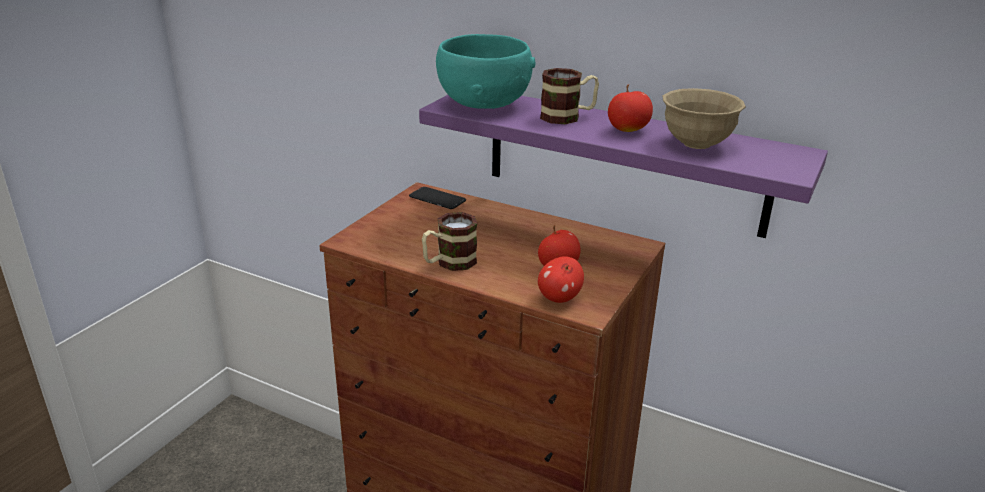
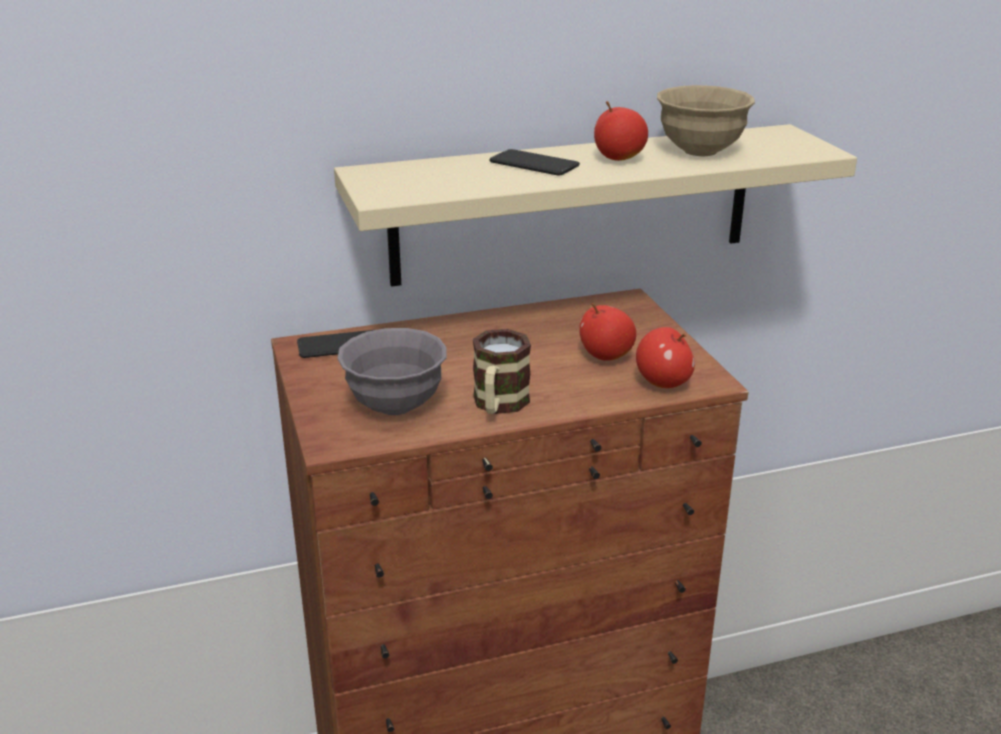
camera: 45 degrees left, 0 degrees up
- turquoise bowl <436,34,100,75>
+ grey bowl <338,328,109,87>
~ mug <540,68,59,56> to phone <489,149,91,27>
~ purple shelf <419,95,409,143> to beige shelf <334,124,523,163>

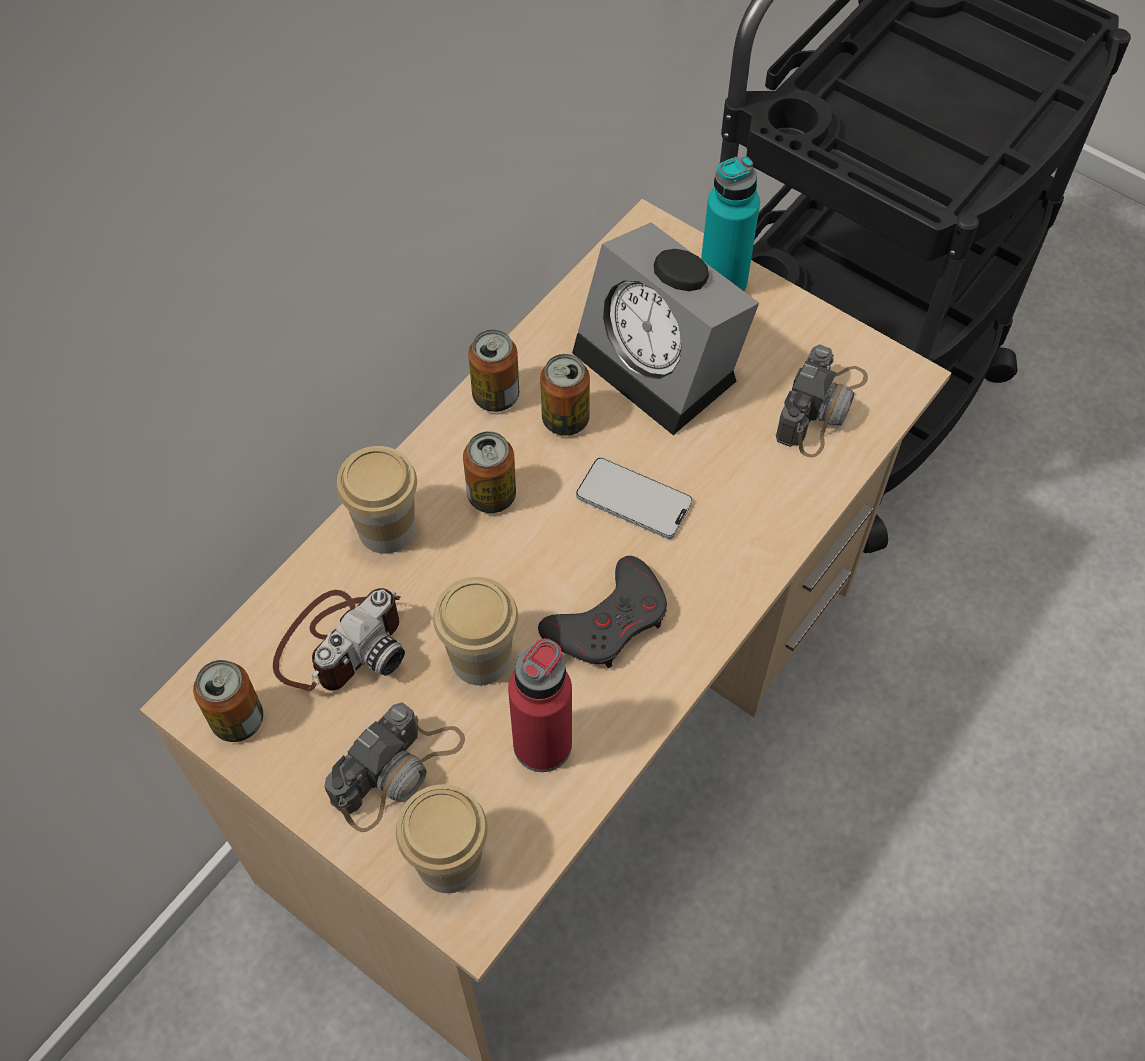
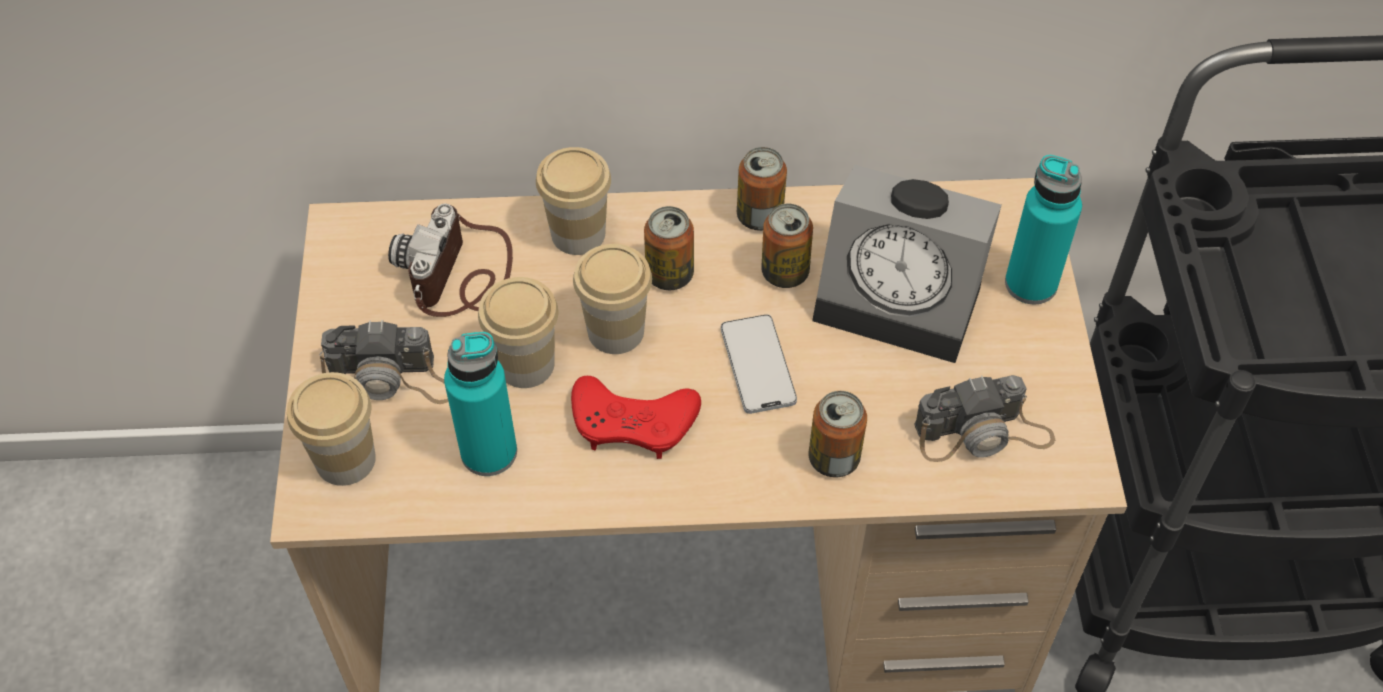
camera: 50 degrees right, 5 degrees down
+ cup <573,244,79,110>
~ can <193,660,70,82> to <808,391,59,87>
~ red bottle <508,638,64,134> to turquoise bottle <444,332,73,144>
~ grey game controller <538,556,129,112> to red game controller <571,376,130,83>
~ photo camera <273,588,132,103> = <388,203,125,114> 105 degrees clockwise
~ alarm clock <572,222,187,213> = <812,165,189,198> 75 degrees counterclockwise

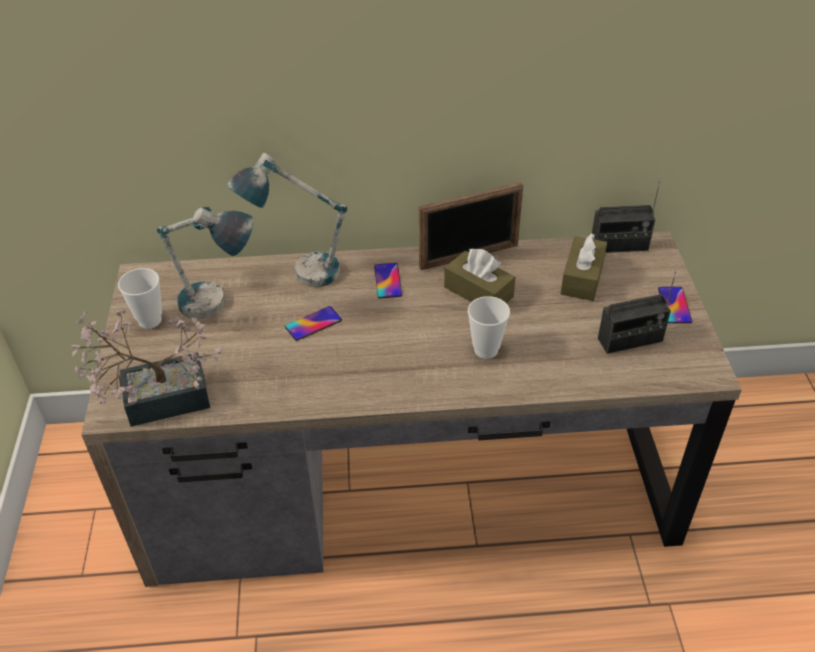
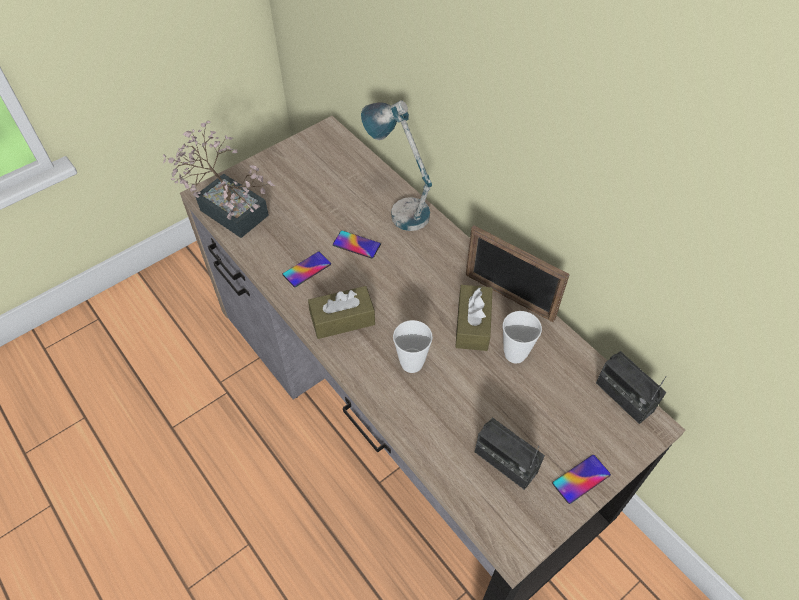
camera: 55 degrees right, 10 degrees up
- table lamp <157,207,97,112>
~ cup <118,268,44,61> to <503,311,39,53>
~ phone <374,263,28,35> to <283,252,48,35>
~ brown tissue box <561,233,46,68> to <308,286,67,53>

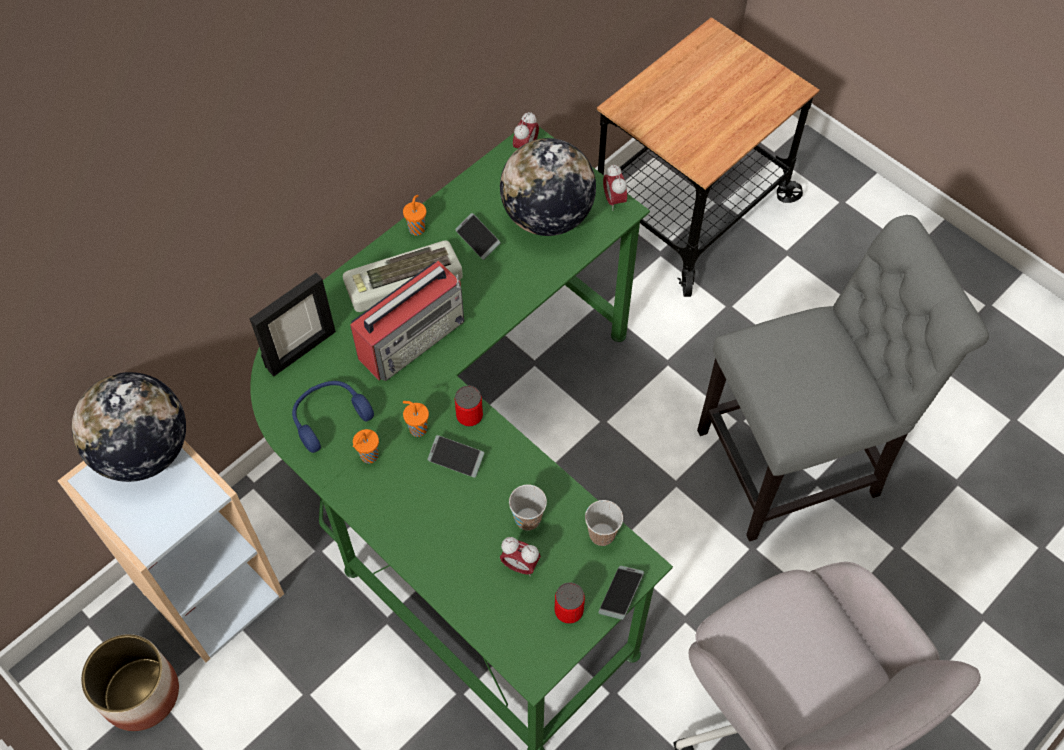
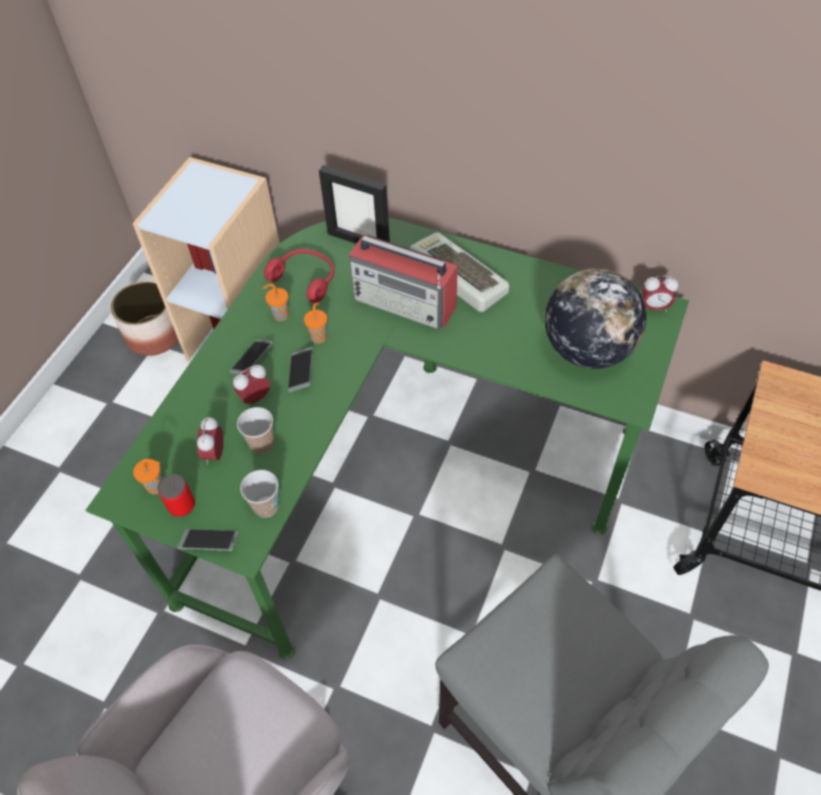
camera: 70 degrees right, 5 degrees down
- globe <72,372,114,110>
- can <454,385,29,42>
~ orange cup <403,195,23,41> to <133,459,29,35>
~ phone <455,213,46,47> to <229,339,44,35>
~ alarm clock <603,164,24,47> to <233,365,37,39>
~ blue headphones <292,381,82,72> to red headphones <264,249,70,54>

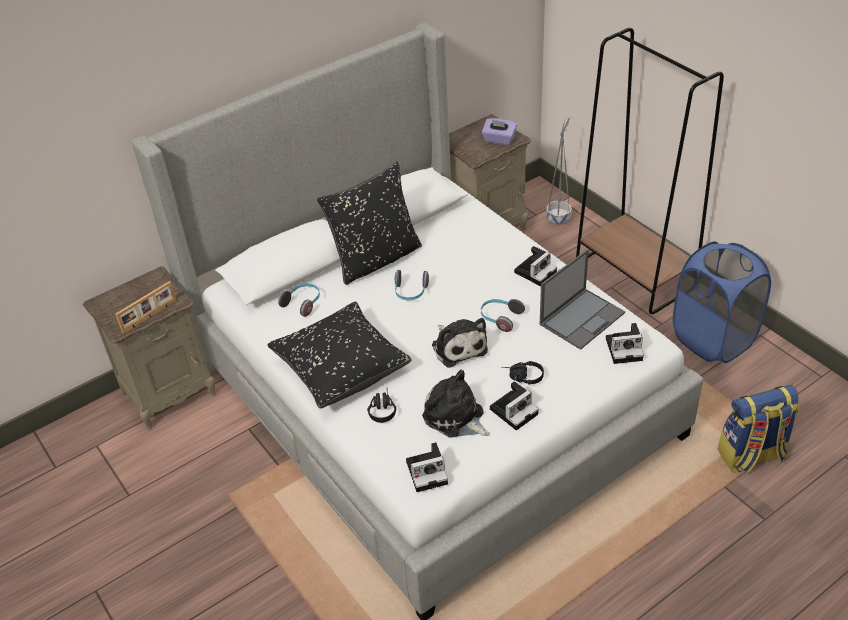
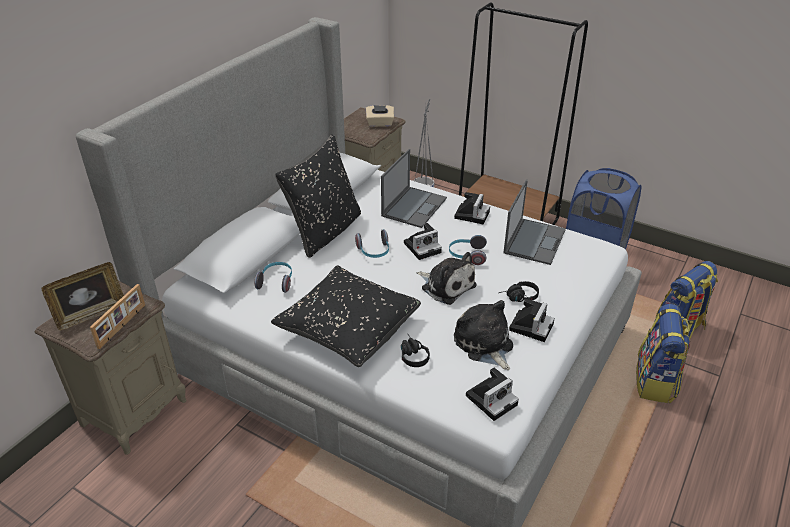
camera: 25 degrees left, 5 degrees down
+ picture frame <42,262,82,69>
+ laptop <381,149,66,79>
+ backpack <636,304,54,99>
~ photo camera <606,323,38,41> to <404,223,38,37>
~ purple tissue box <482,118,35,27> to beige tissue box <366,105,28,22>
~ plush toy <422,370,68,68> = <454,300,59,70> 45 degrees clockwise

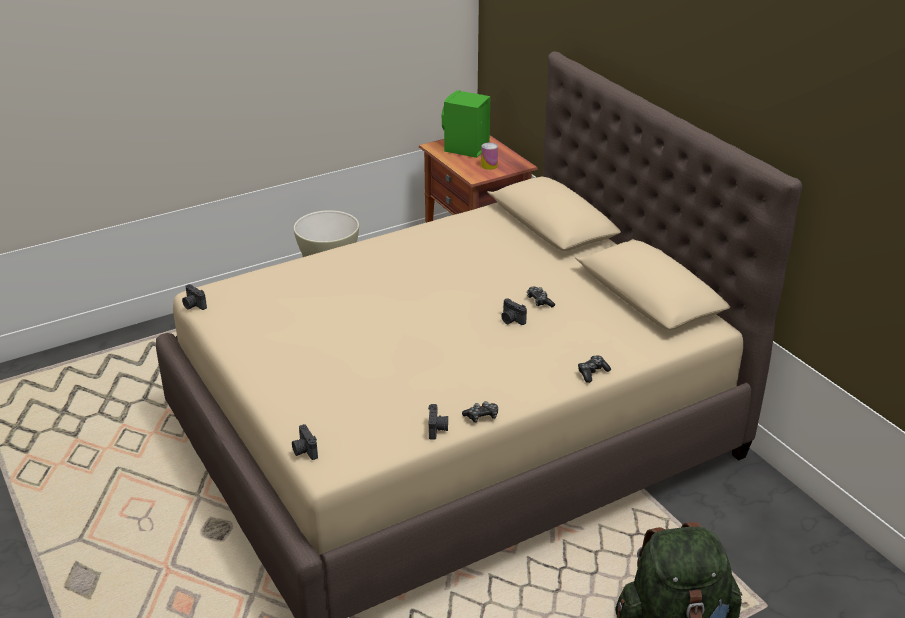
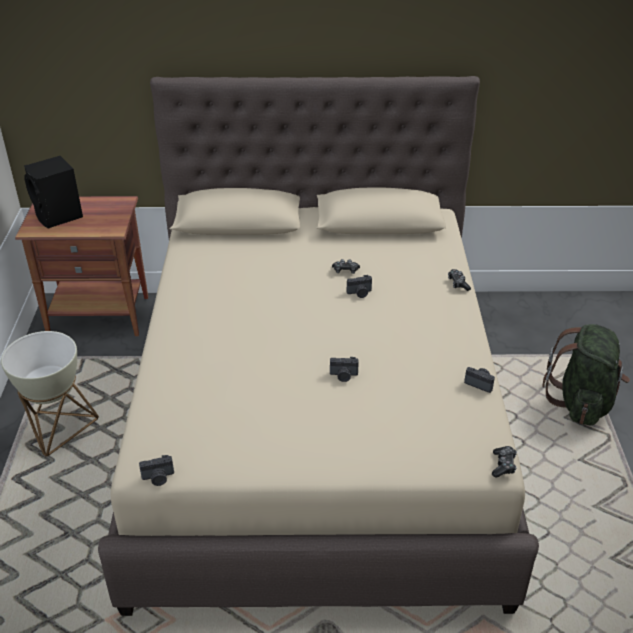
camera: 60 degrees left, 5 degrees up
- can <481,142,17,28>
~ photo camera <292,424,26,36> to <330,357,29,25>
~ game controller <462,401,36,22> to <492,446,25,31>
~ green speaker <442,90,48,68> to black speaker <24,156,59,73>

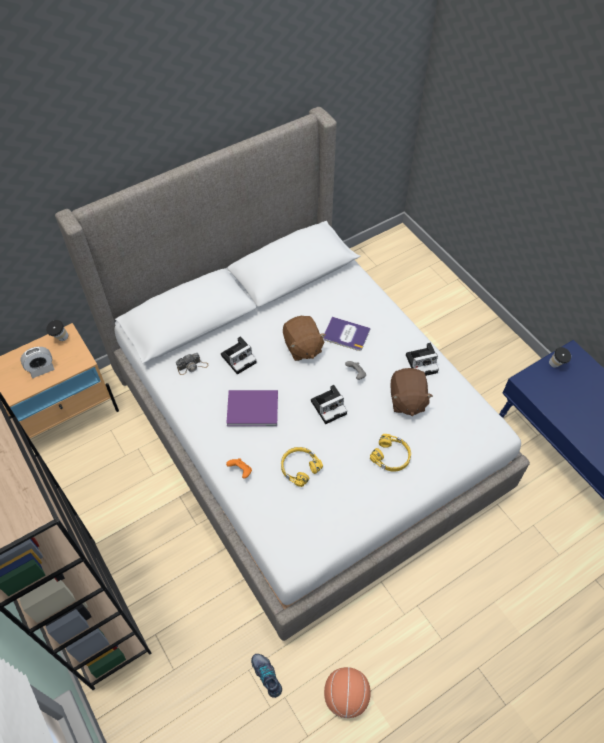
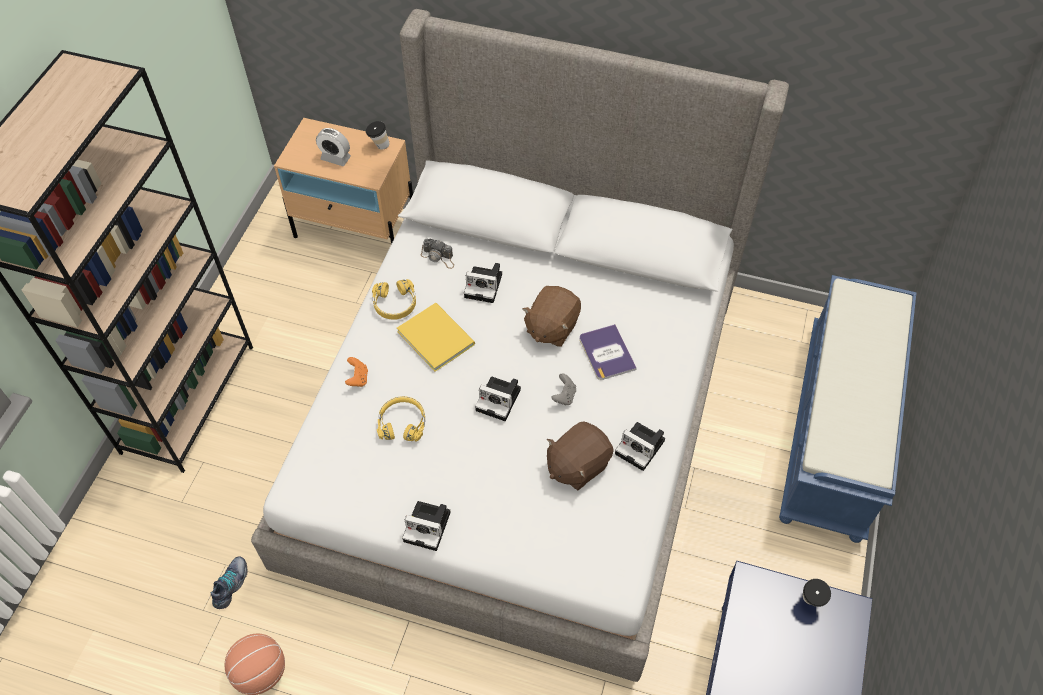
camera: 50 degrees right, 0 degrees up
+ photo camera <402,501,49,50>
+ blue bench <779,275,138,268>
~ yellow headphones <370,434,41,38> to <372,279,44,41>
~ purple book <226,390,52,36> to yellow book <397,303,78,69>

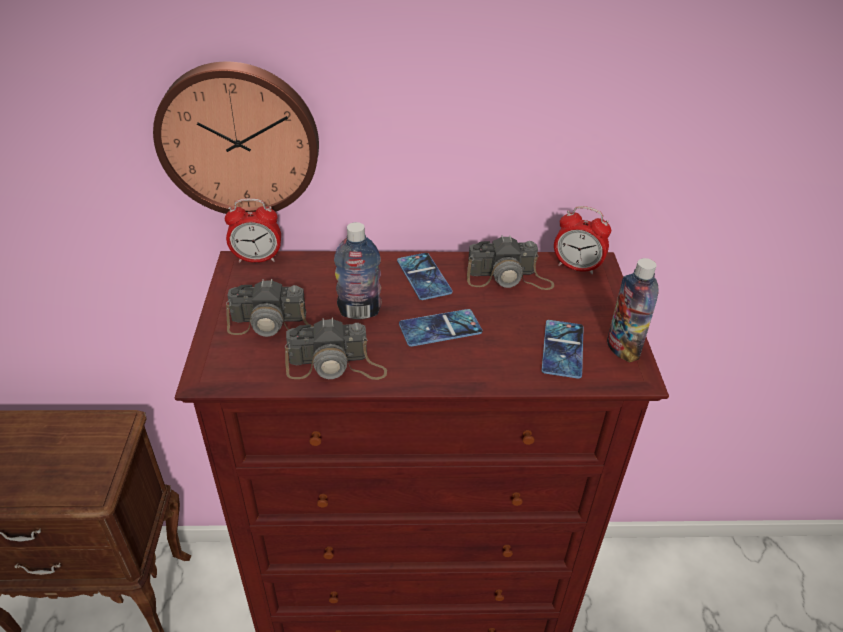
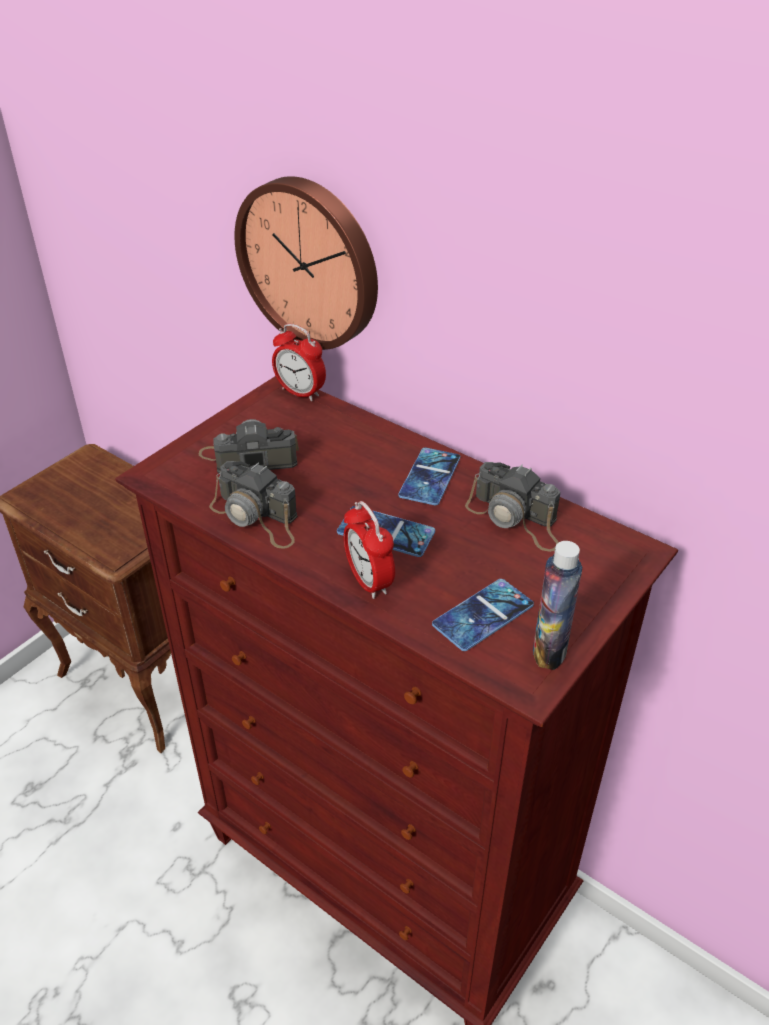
camera: 40 degrees right, 0 degrees up
- bottle <334,222,48,97>
~ alarm clock <554,206,57,68> to <344,501,51,98>
~ photo camera <226,279,88,58> = <199,419,100,54> 135 degrees clockwise

